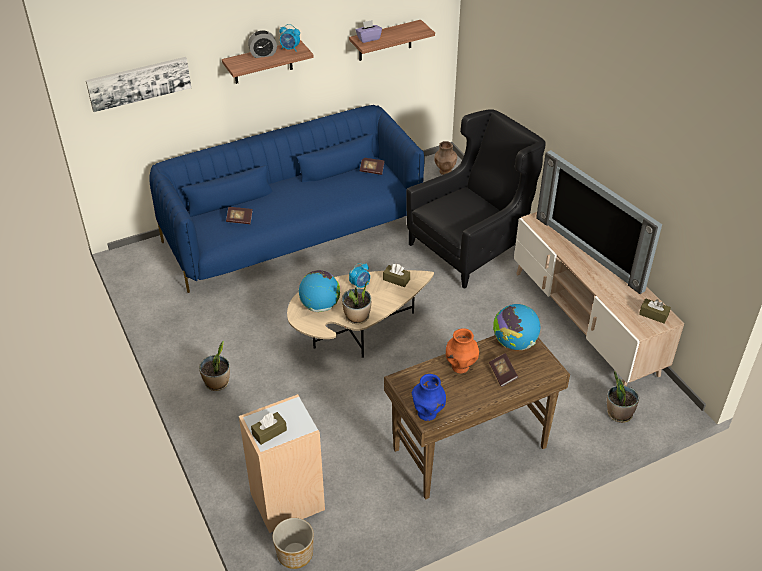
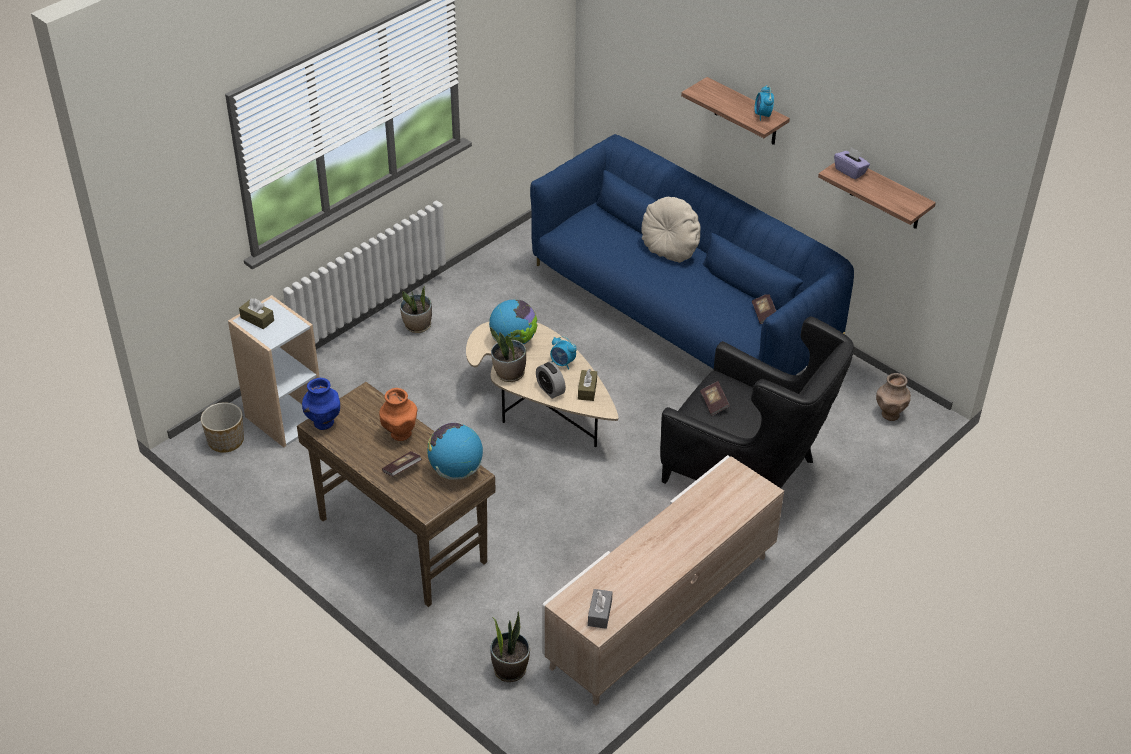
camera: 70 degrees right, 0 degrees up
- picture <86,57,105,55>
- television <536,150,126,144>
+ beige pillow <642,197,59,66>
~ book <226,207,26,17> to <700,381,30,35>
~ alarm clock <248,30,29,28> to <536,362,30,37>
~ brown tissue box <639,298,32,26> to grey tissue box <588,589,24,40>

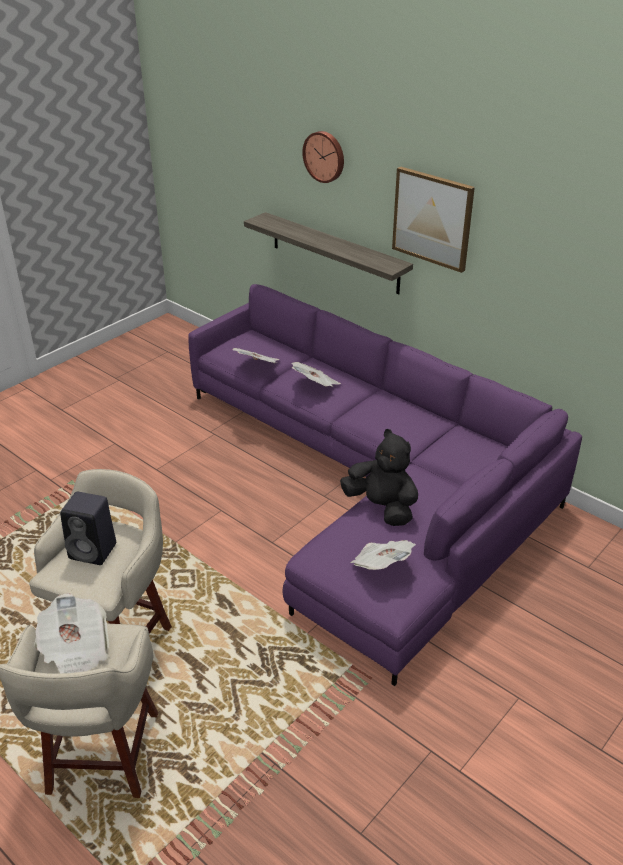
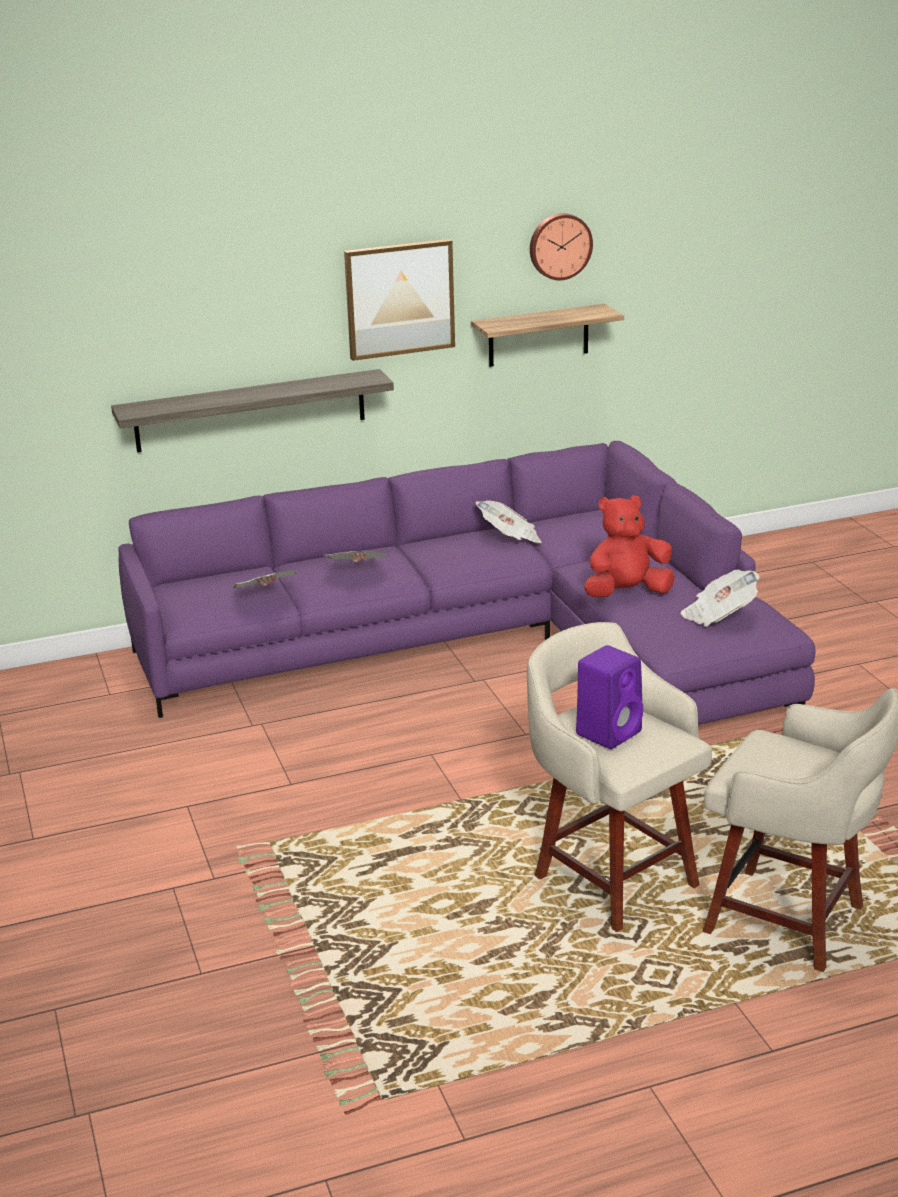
camera: 60 degrees left, 10 degrees down
+ shelf <471,304,153,63>
~ newspaper <34,593,75,80> to <476,500,66,43>
~ wall clock <302,131,42,52> to <530,213,63,67>
~ black speaker <60,491,56,74> to purple speaker <576,645,67,104>
~ black plush toy <340,429,78,97> to red plush toy <584,495,91,102>

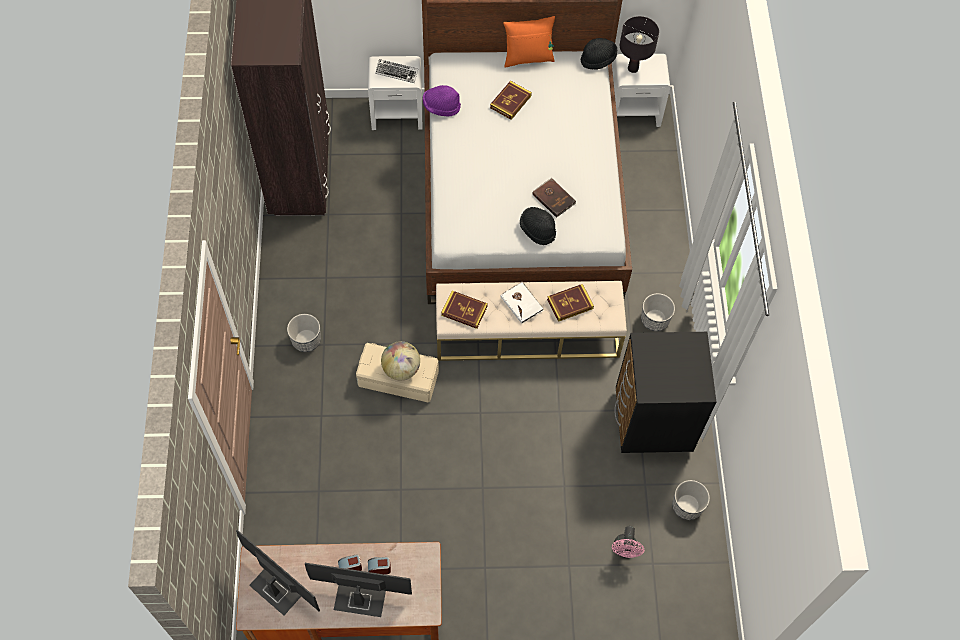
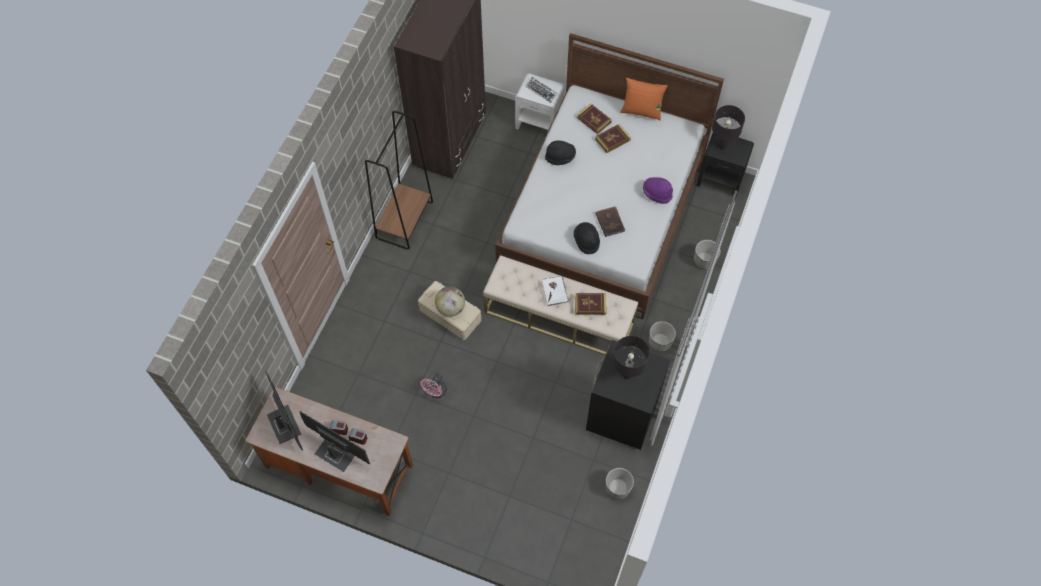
camera: 25 degrees right, 0 degrees up
+ clothes rack <365,111,68,138>
+ black table lamp <613,336,37,43>
~ planter <287,314,34,38> to <694,240,27,29>
~ purple hat <423,85,38,31> to <643,177,30,27>
~ book <441,291,47,38> to <577,104,35,30>
~ black hat <581,38,36,32> to <545,141,31,24>
~ pink fan <612,526,32,32> to <421,373,26,25>
~ white nightstand <612,54,58,73> to black nightstand <696,133,58,64>

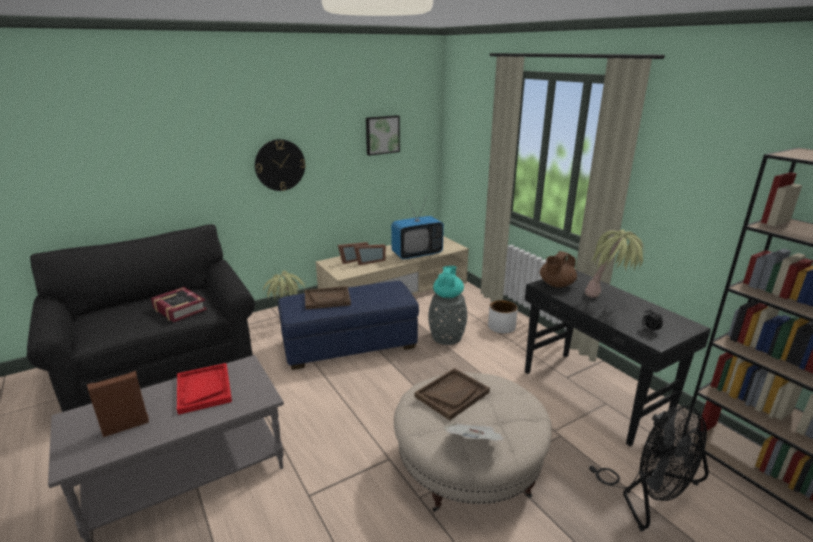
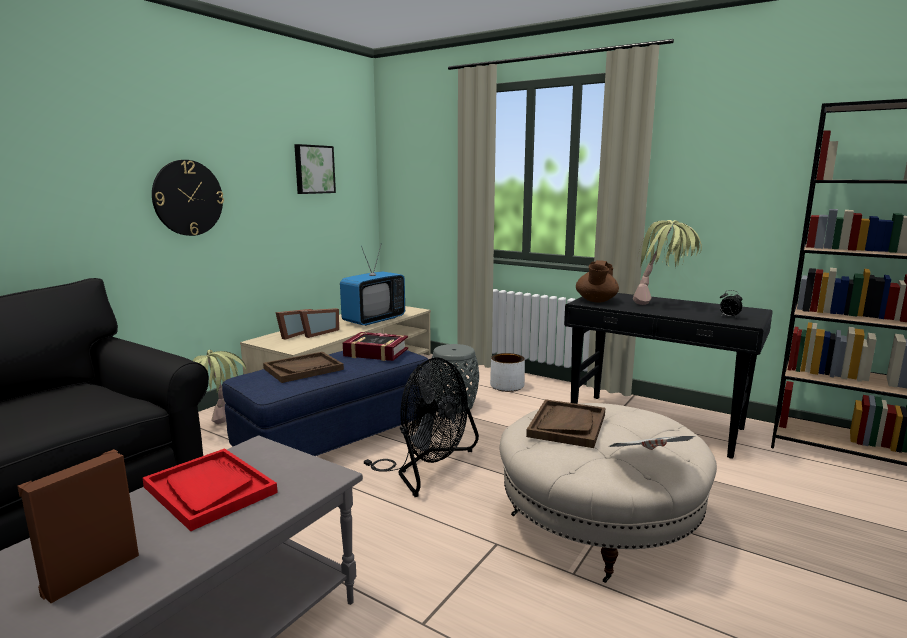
camera: 25 degrees left, 10 degrees down
- turquoise teapot <433,266,31,32>
~ book <151,287,56,35> to <343,332,65,29>
~ black fan <589,406,120,125> to <364,358,115,139>

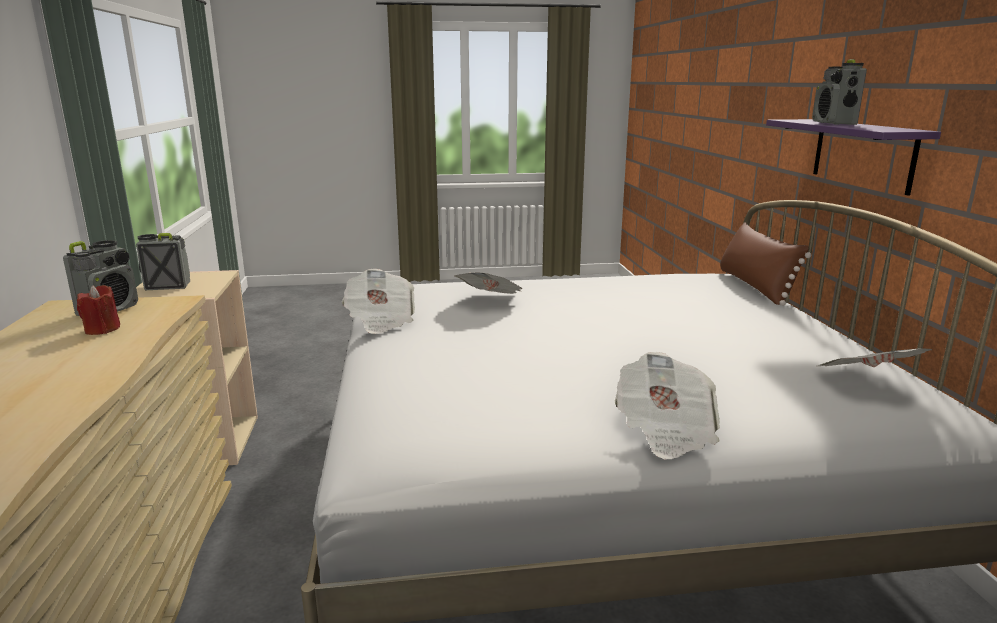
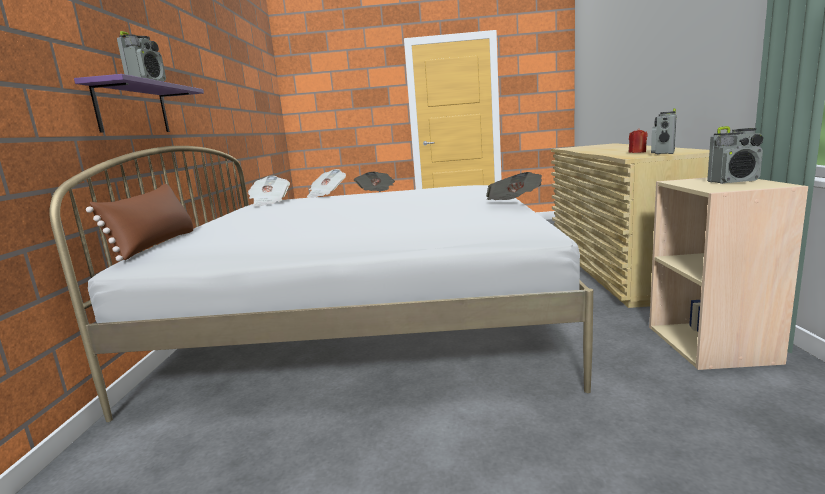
camera: 170 degrees left, 5 degrees down
~ newspaper <454,273,68,21> to <307,169,39,29>

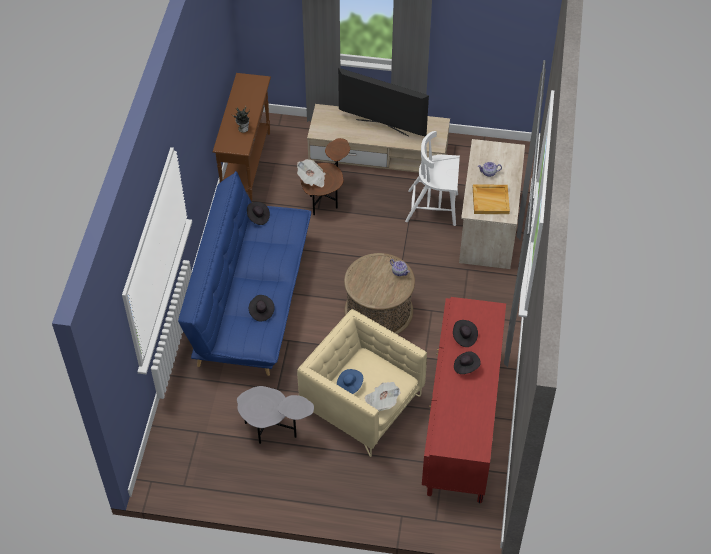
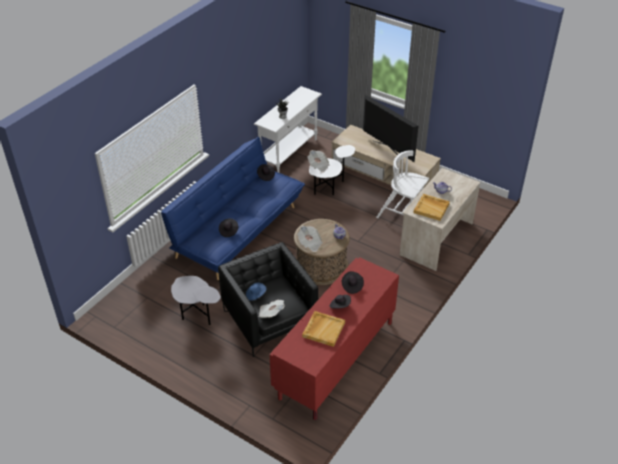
camera: 25 degrees right, 10 degrees down
+ newspaper <297,226,26,26>
+ beige tray <302,311,43,36>
~ brown console table <213,73,58,128> to white console table <254,86,68,87>
~ beige armchair <297,309,130,148> to black armchair <218,242,100,115>
~ brown side table <300,138,50,77> to white side table <309,145,46,50>

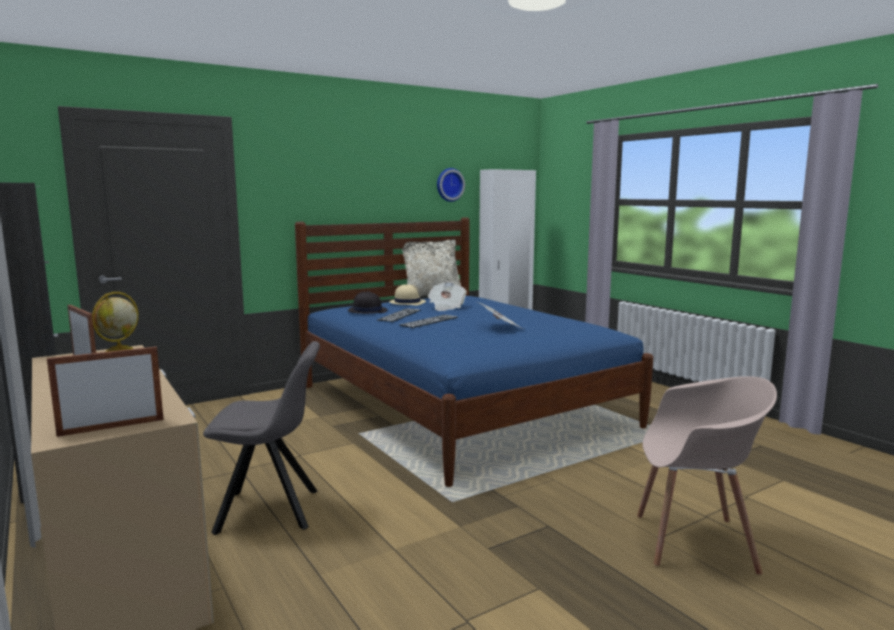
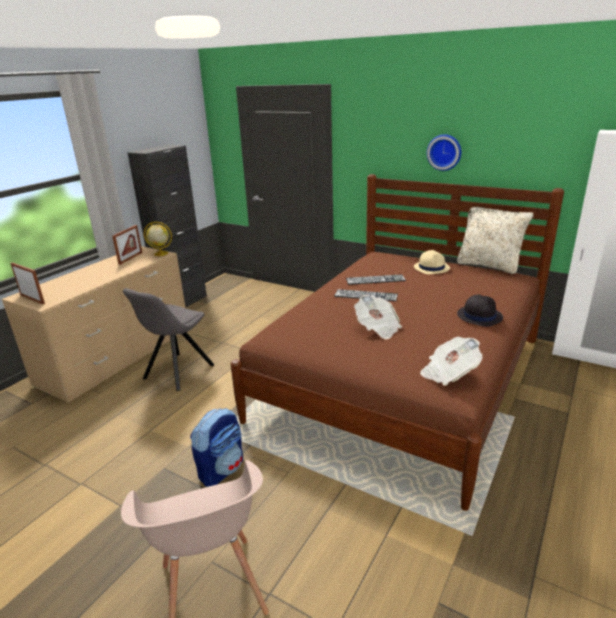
camera: 65 degrees right, 15 degrees up
+ backpack <190,408,53,79>
~ black hat <348,291,40,23> to <457,294,46,33>
~ newspaper <428,282,39,29> to <420,337,62,49>
~ wall clock <437,168,28,34> to <427,134,34,37>
~ blue bed <295,217,358,270> to brown bed <230,174,334,337>
~ grey chair <203,341,117,194> = <123,288,91,103> 60 degrees clockwise

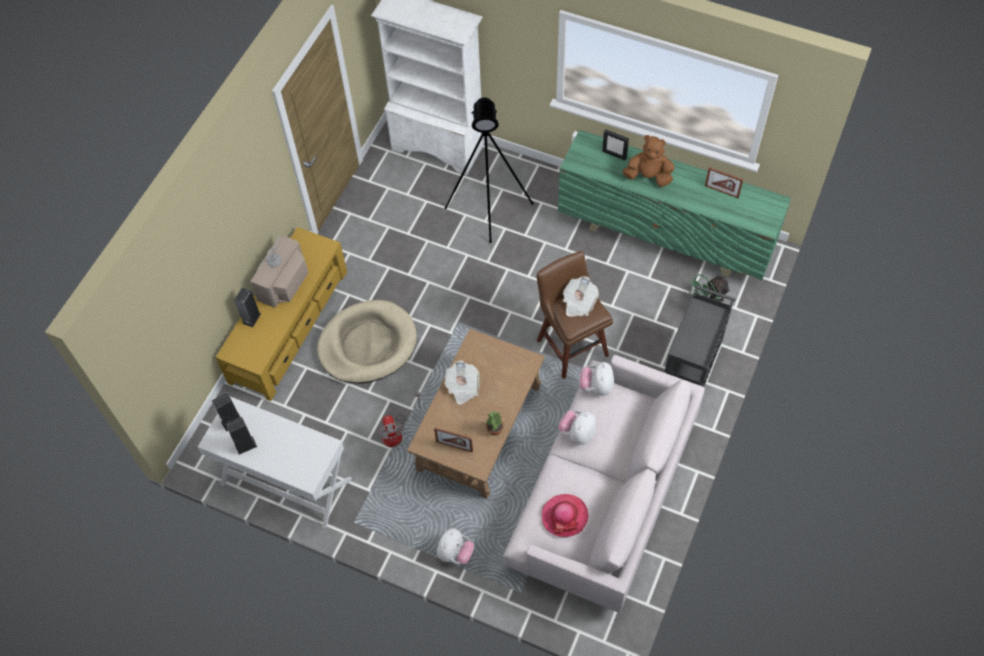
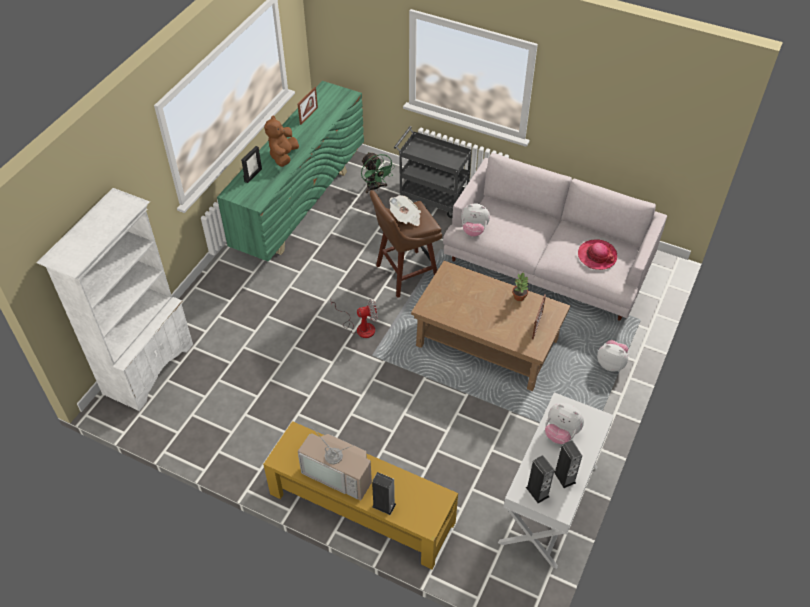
camera: 90 degrees left, 10 degrees down
- beige dog bed <317,300,100,84>
- newspaper <444,360,35,45>
- black floor lamp <445,98,89,145>
~ fan <378,392,42,55> to <331,299,47,39>
~ plush toy <558,410,38,35> to <545,403,39,41>

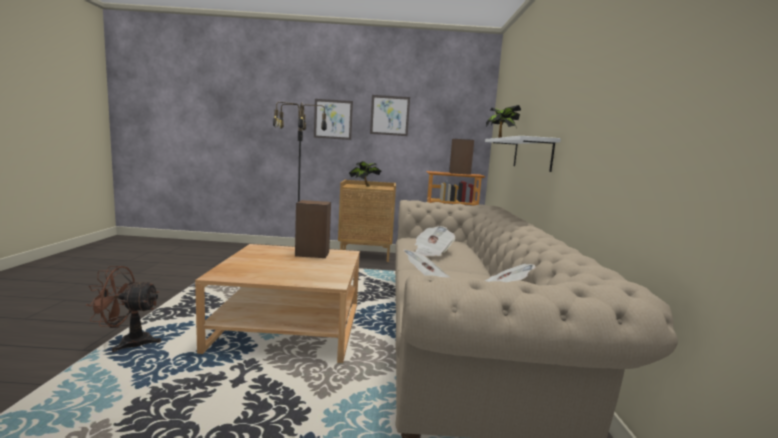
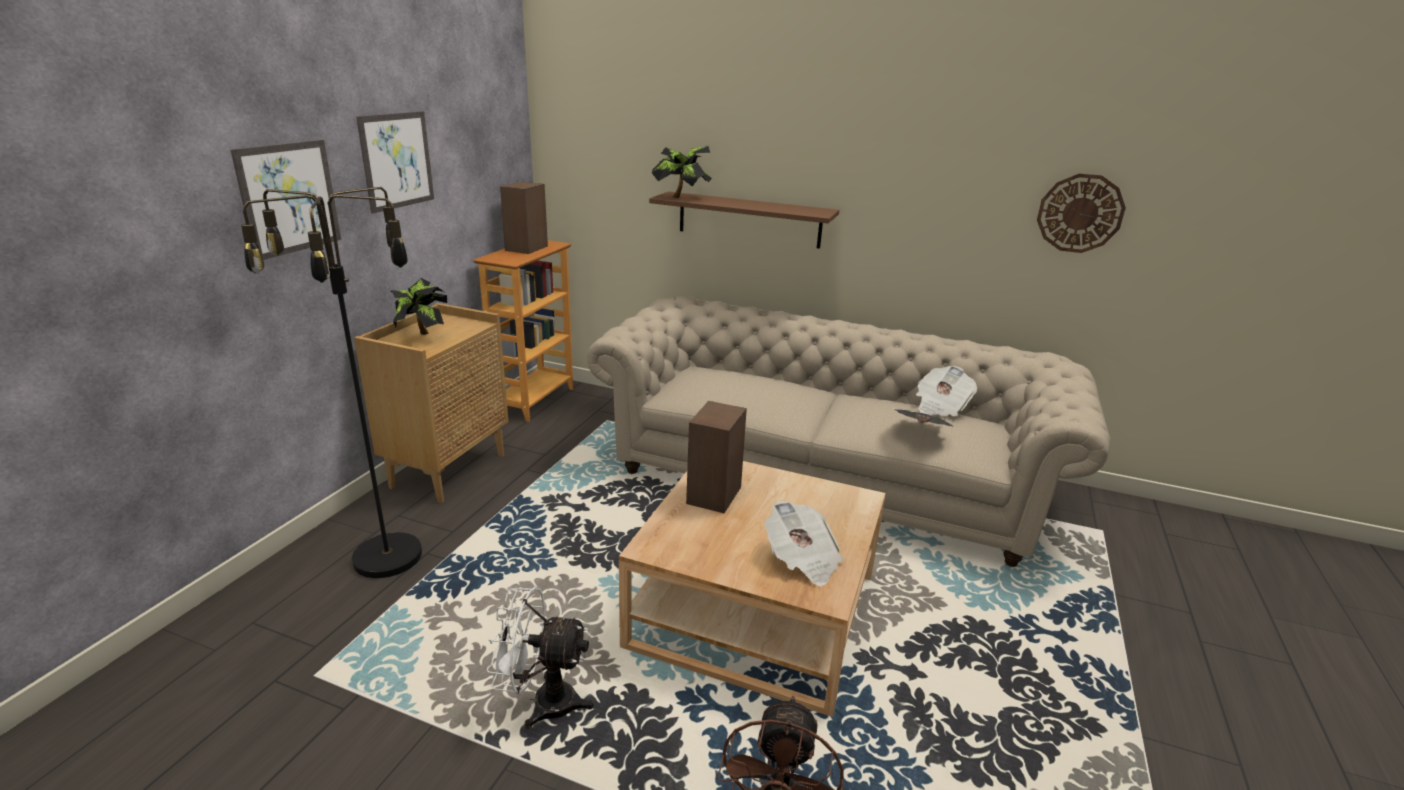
camera: 70 degrees left, 15 degrees up
+ white fan <486,587,108,142>
+ wall clock <1037,174,89,79>
~ newspaper <414,226,41,30> to <765,500,79,86>
~ white shelf <485,136,76,36> to brown shelf <649,191,190,58>

